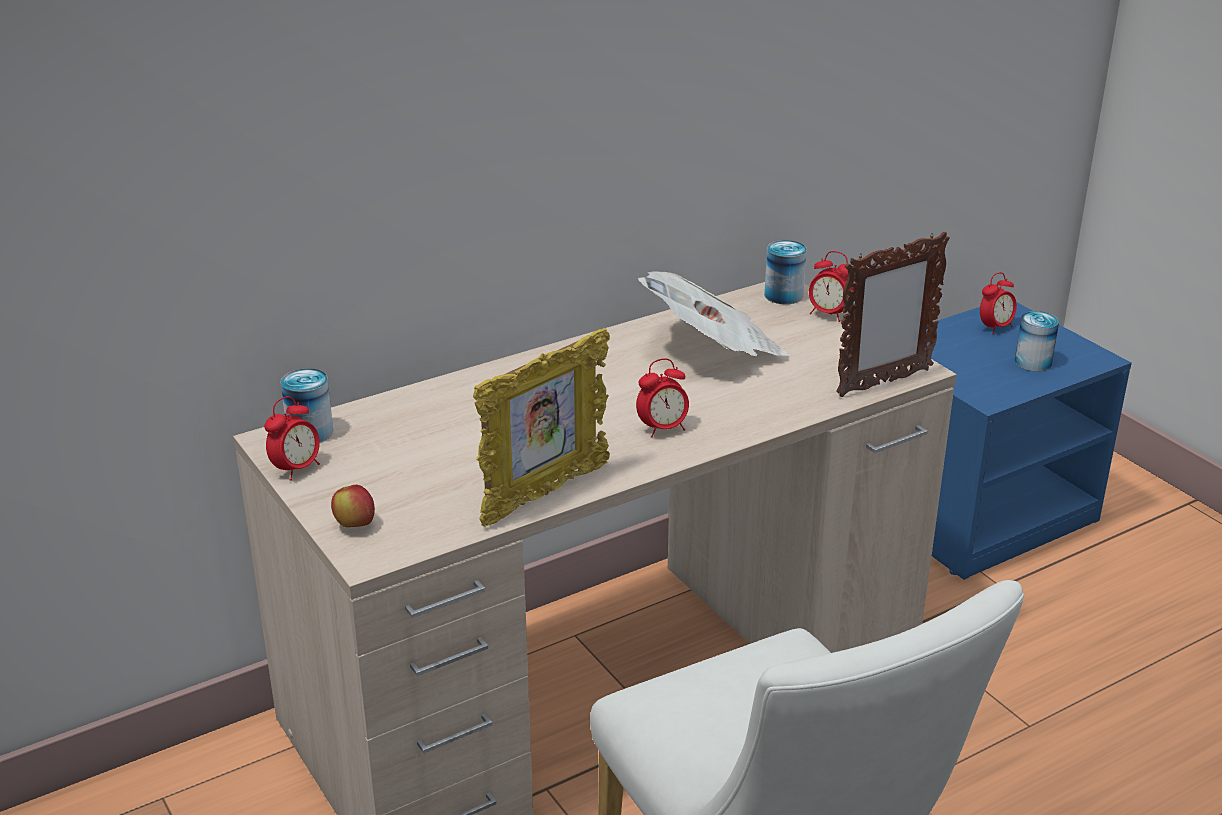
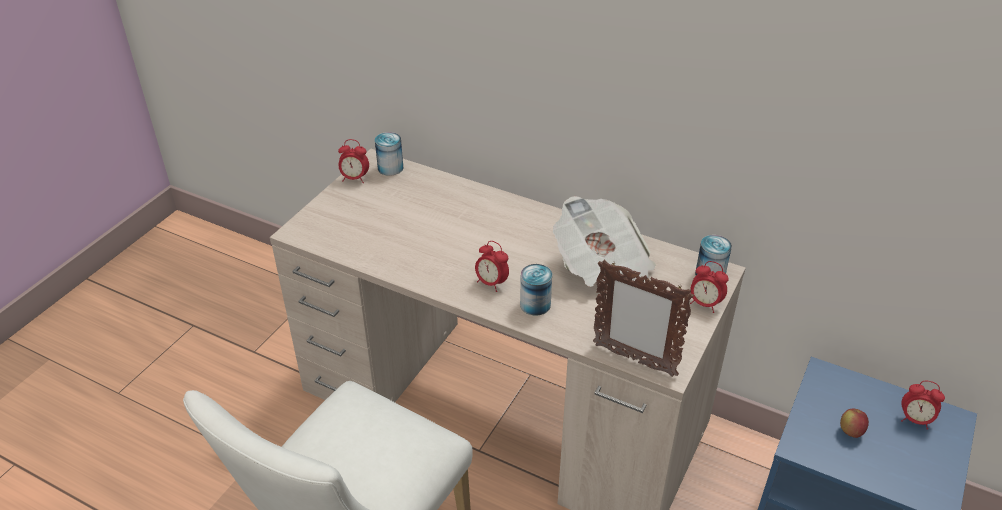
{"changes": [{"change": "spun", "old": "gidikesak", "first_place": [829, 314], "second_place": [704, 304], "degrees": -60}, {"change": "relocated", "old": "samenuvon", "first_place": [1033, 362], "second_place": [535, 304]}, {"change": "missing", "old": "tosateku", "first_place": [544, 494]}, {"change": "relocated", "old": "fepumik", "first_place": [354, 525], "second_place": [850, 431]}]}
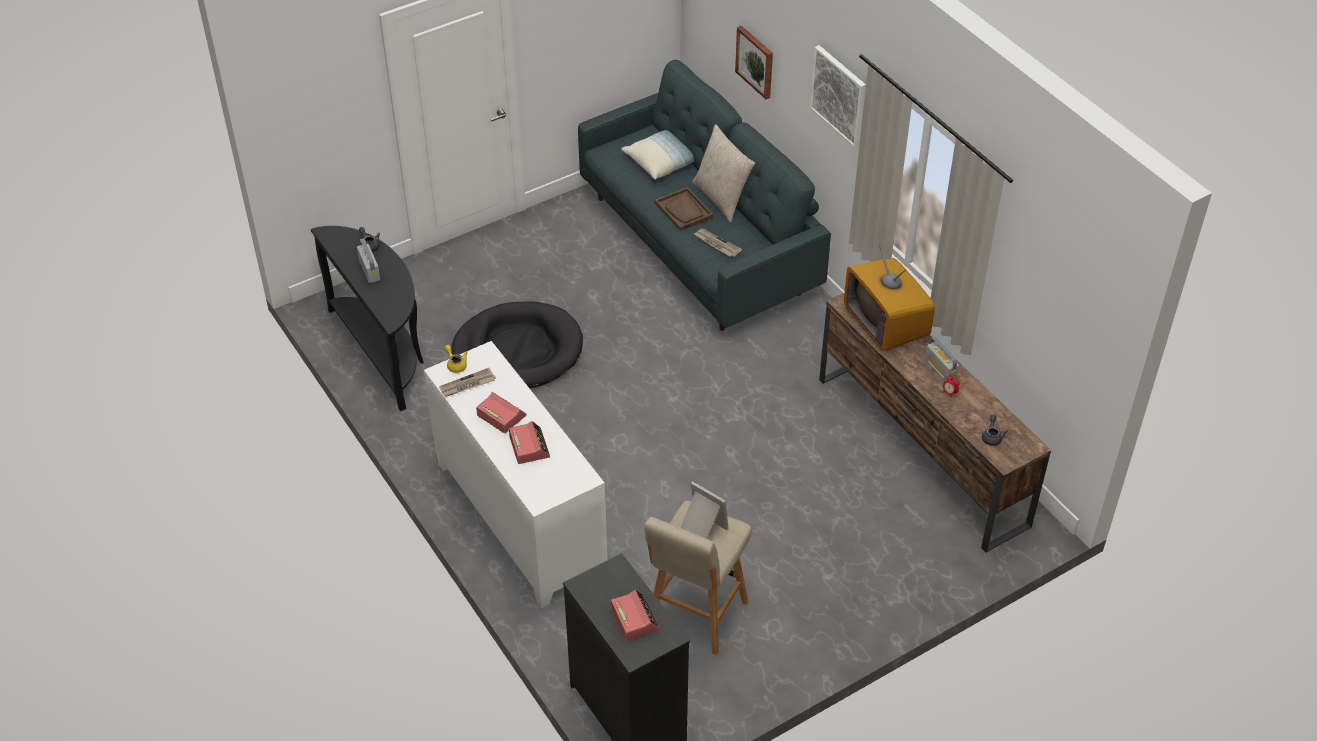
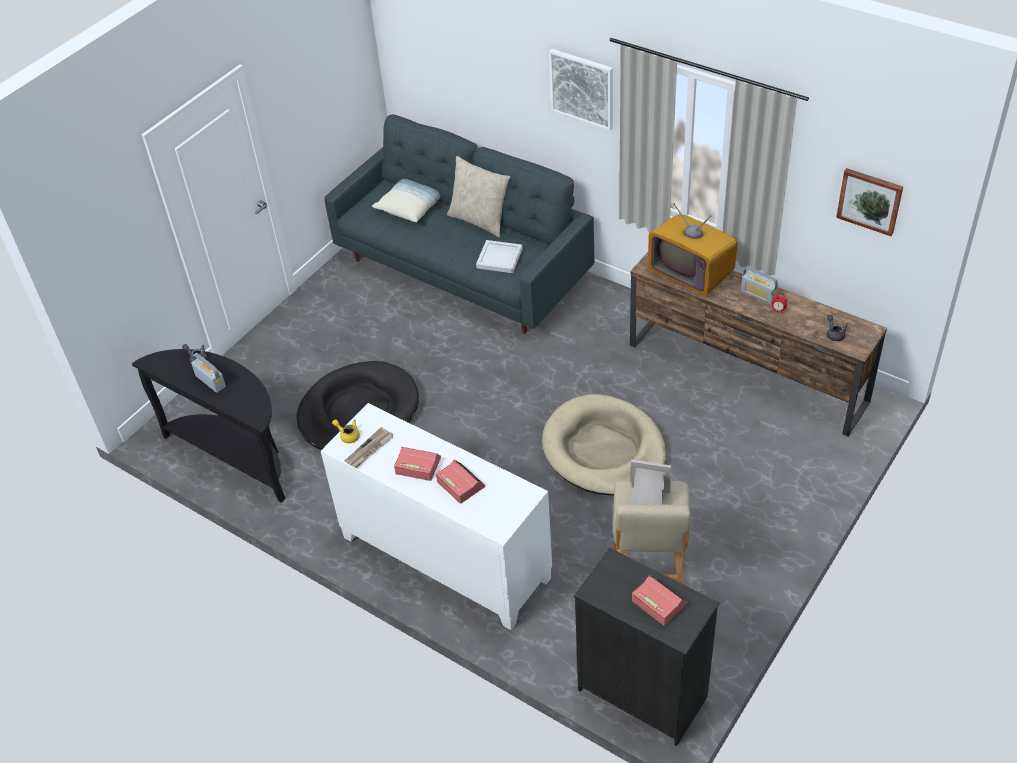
{"changes": [{"change": "relocated", "old": "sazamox", "first_place": [755, 61], "second_place": [870, 200]}, {"change": "missing", "old": "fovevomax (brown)", "first_place": [683, 210]}, {"change": "exchanged", "old": "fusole", "new": "fovevomax (white)", "first_place": [716, 244], "second_place": [498, 258]}, {"change": "appeared", "new": "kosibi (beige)", "second_place": [604, 450]}]}
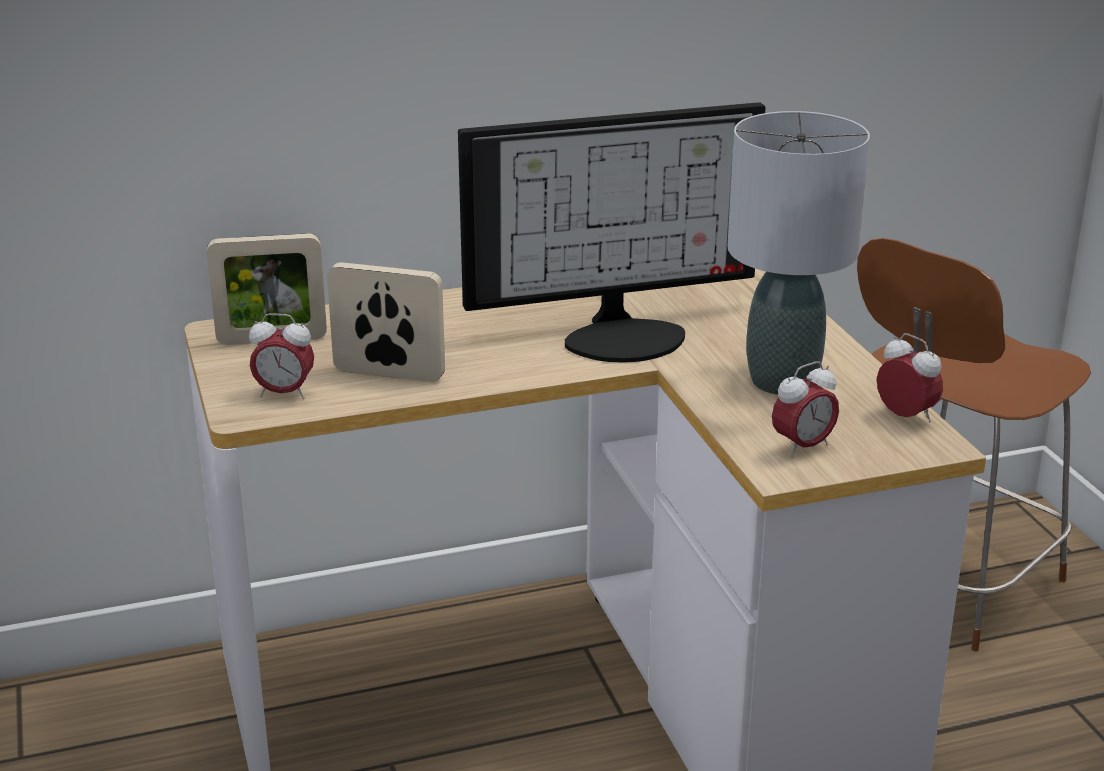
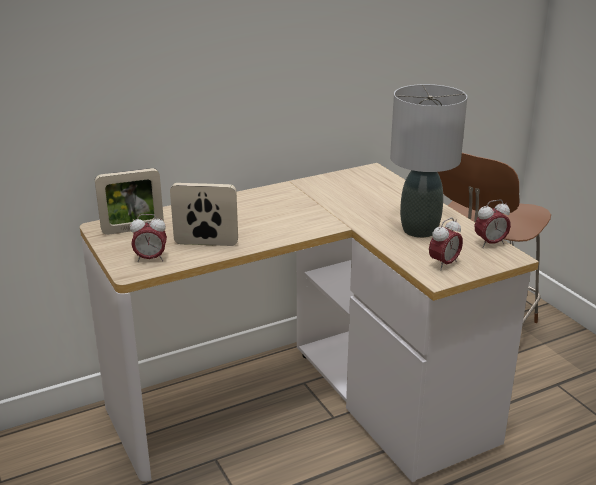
{"changes": [{"change": "missing", "old": "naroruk", "first_place": [623, 335]}, {"change": "spun", "old": "gidikesak", "first_place": [906, 417], "second_place": [490, 244], "degrees": 120}]}
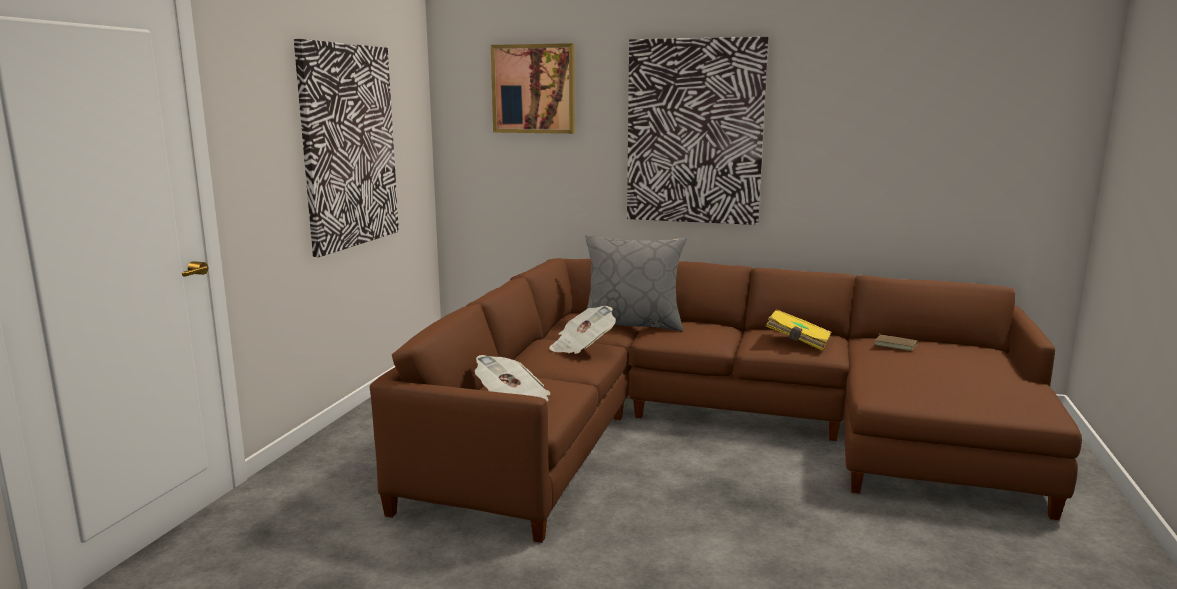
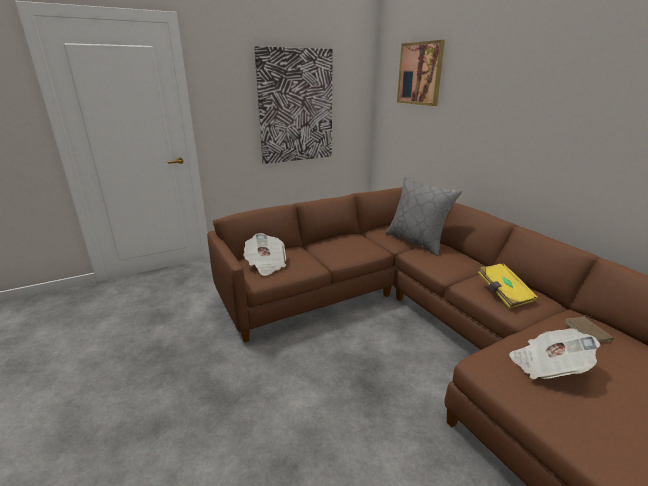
{"changes": [{"change": "missing", "old": "sazamox", "first_place": [694, 132]}, {"change": "relocated", "old": "fusole", "first_place": [582, 347], "second_place": [547, 367]}]}
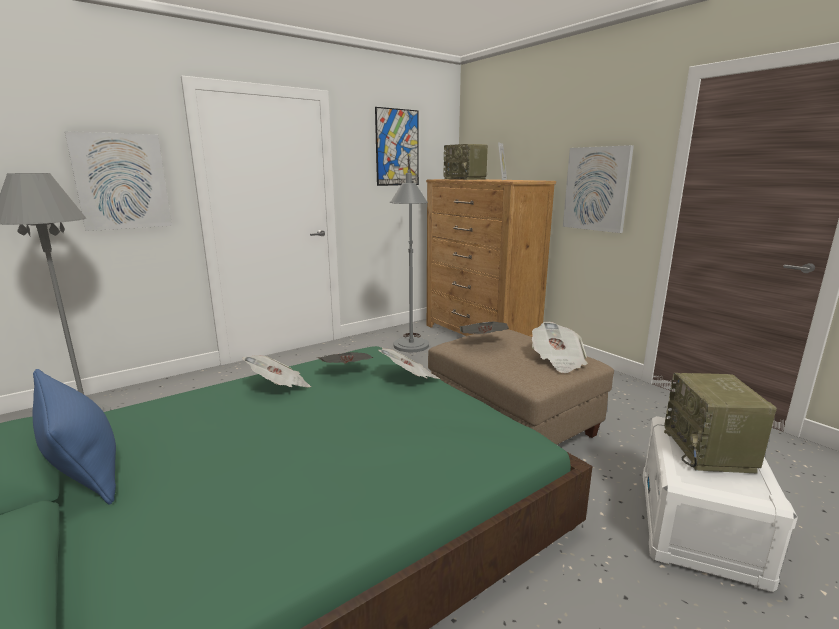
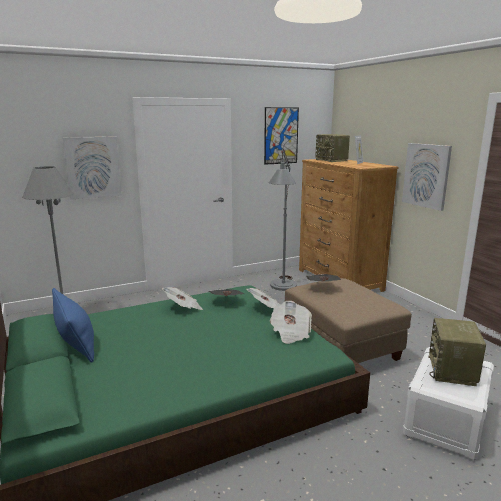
{"changes": [{"change": "relocated", "old": "fusole", "first_place": [557, 361], "second_place": [290, 333]}]}
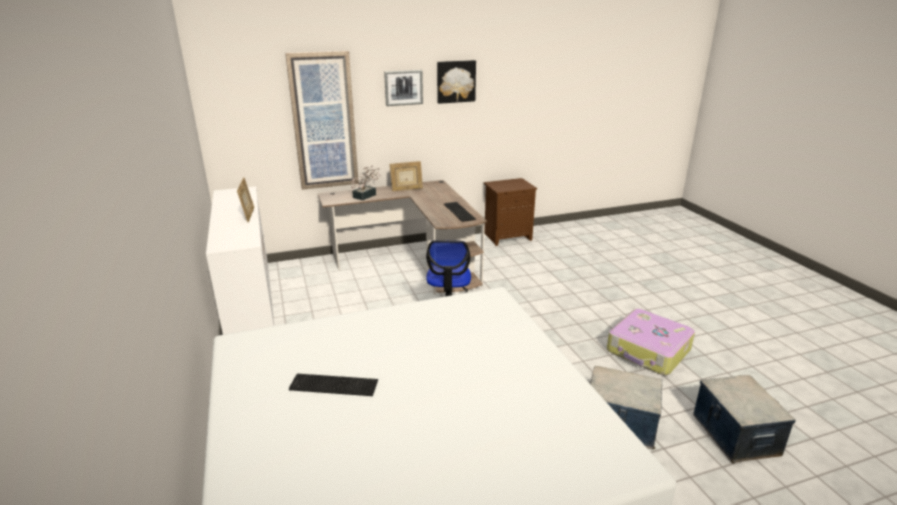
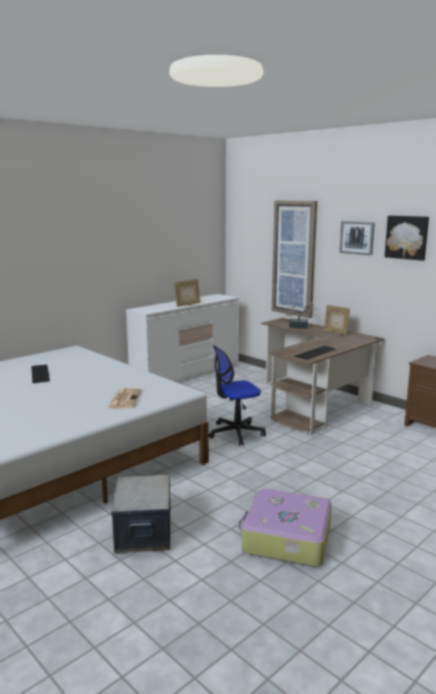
{"changes": [{"change": "missing", "old": "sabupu", "first_place": [734, 435]}, {"change": "appeared", "new": "fusole", "second_place": [124, 399]}]}
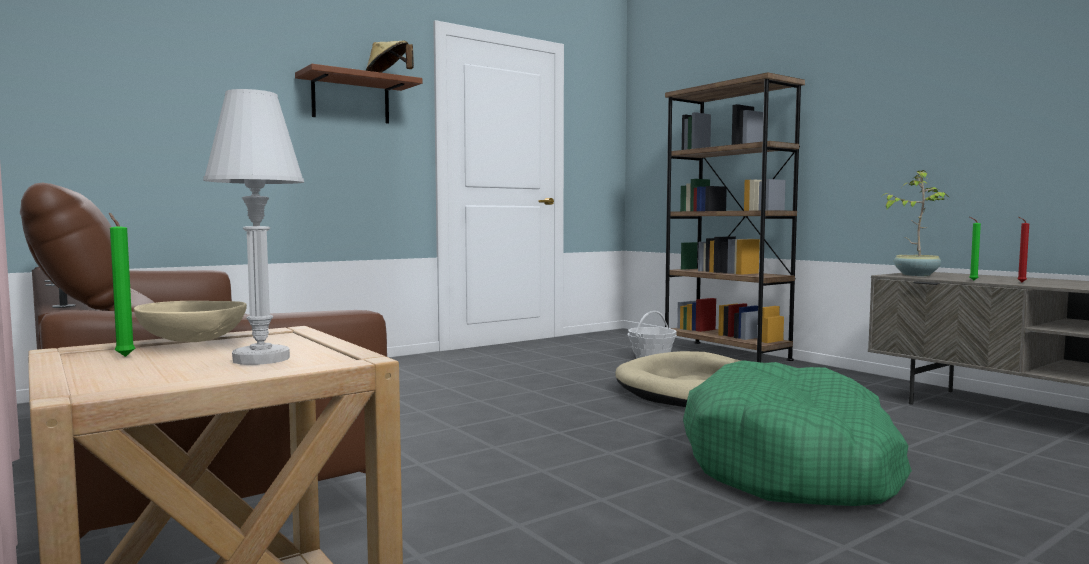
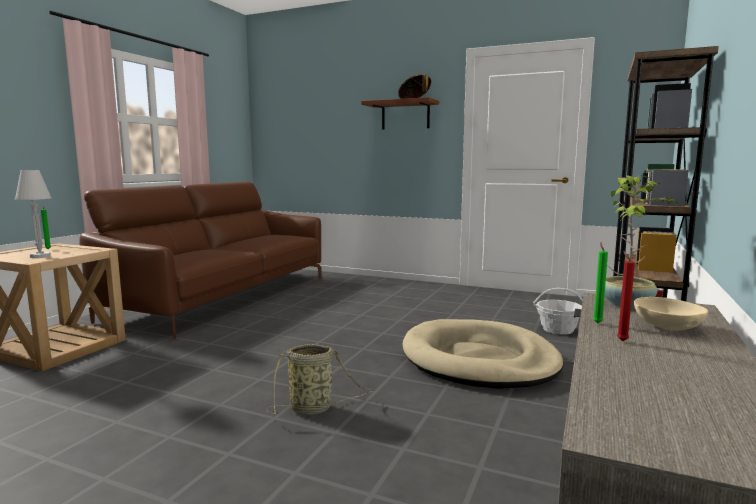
{"changes": [{"change": "relocated", "old": "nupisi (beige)", "first_place": [193, 340], "second_place": [667, 327]}, {"change": "exchanged", "old": "kosibi (green)", "new": "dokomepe", "first_place": [792, 464], "second_place": [314, 408]}]}
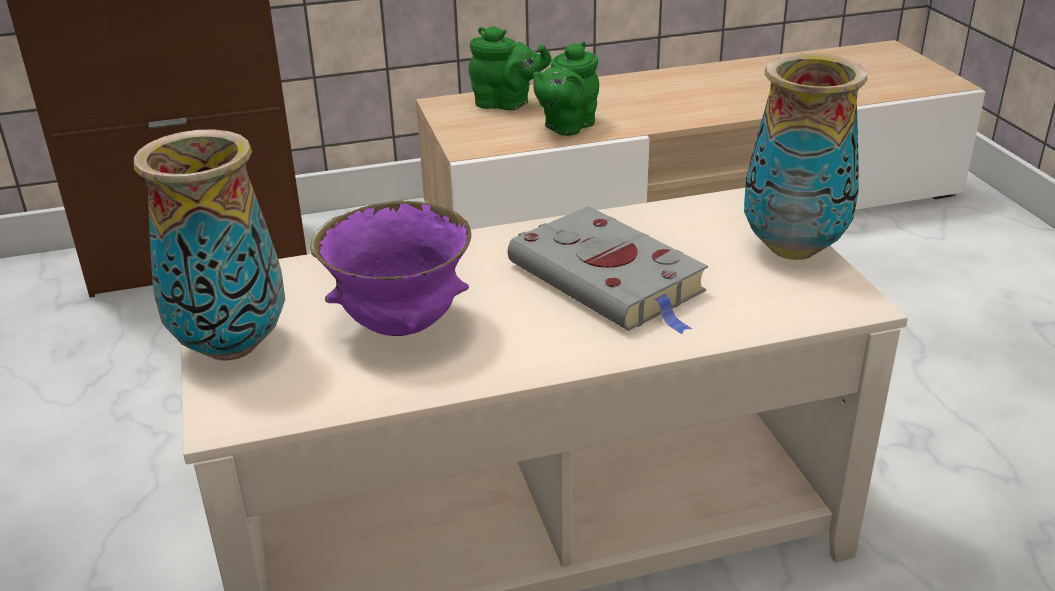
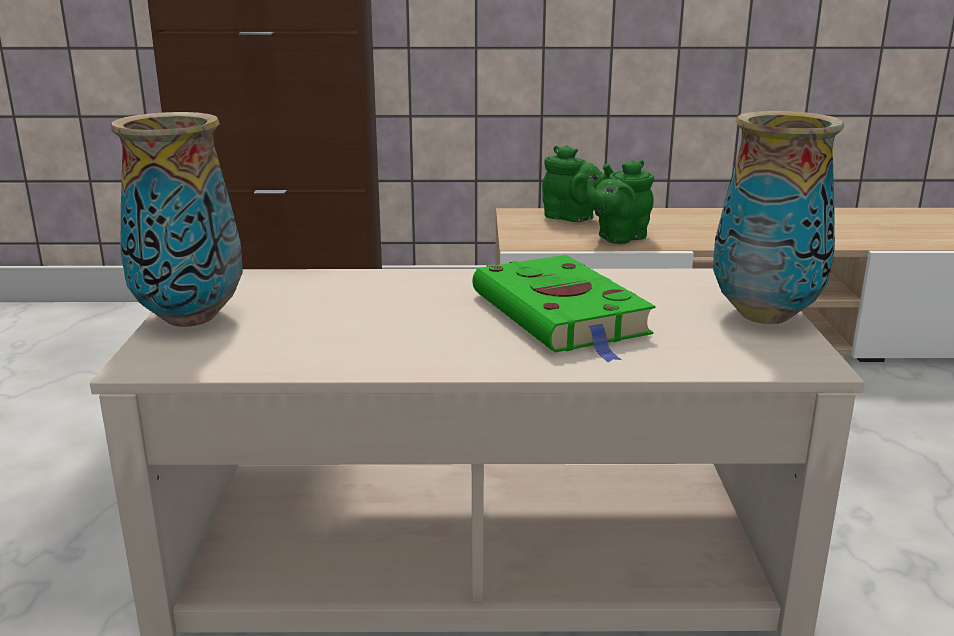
{"changes": [{"change": "missing", "old": "nupisi (purple)", "first_place": [401, 325]}, {"change": "colour", "old": "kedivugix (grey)", "new": "kedivugix (green)", "first_place": [610, 280], "second_place": [562, 316]}]}
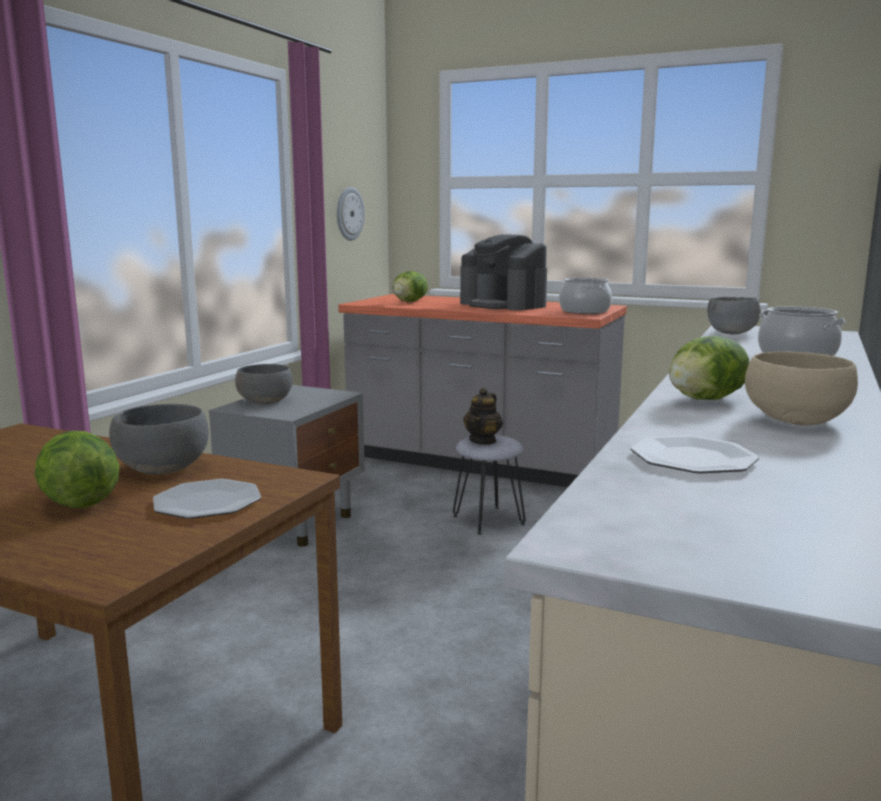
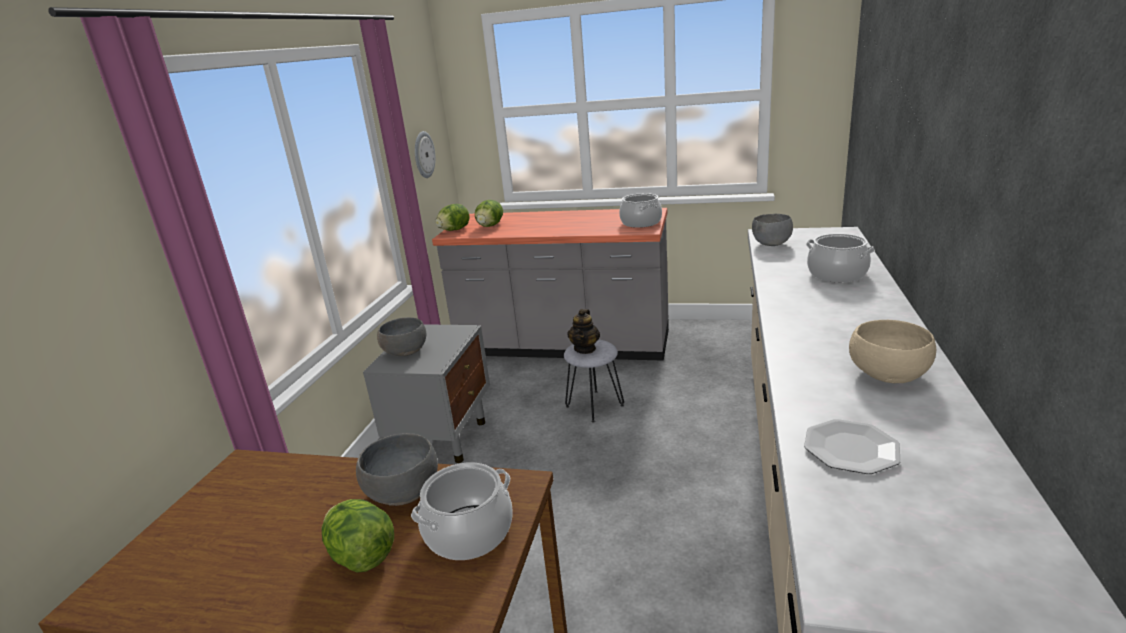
{"changes": [{"change": "missing", "old": "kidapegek", "first_place": [503, 305]}, {"change": "relocated", "old": "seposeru", "first_place": [704, 399], "second_place": [454, 230]}, {"change": "exchanged", "old": "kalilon", "new": "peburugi", "first_place": [207, 502], "second_place": [469, 533]}]}
